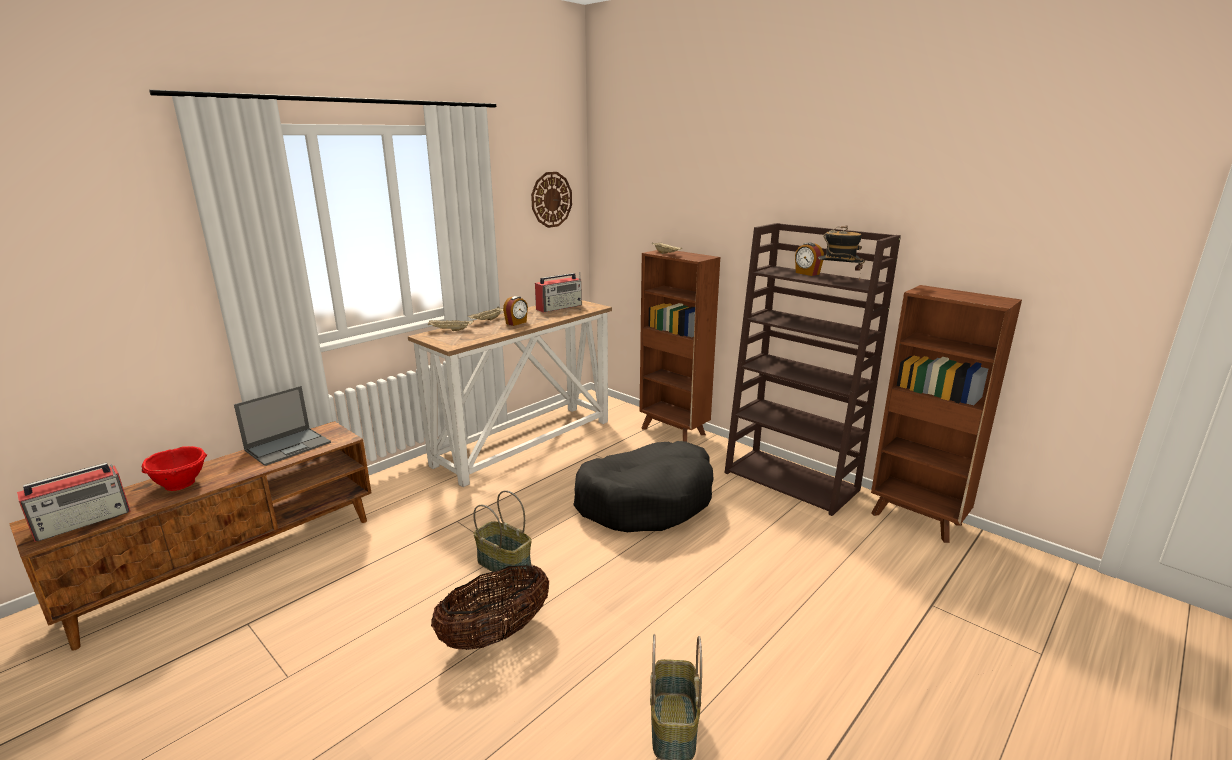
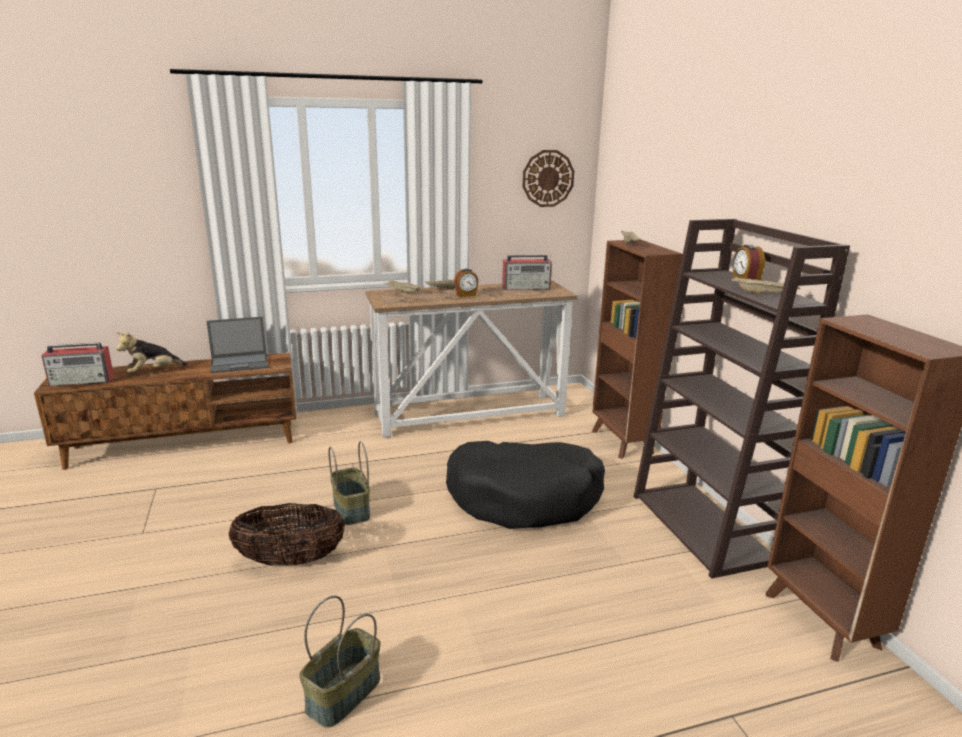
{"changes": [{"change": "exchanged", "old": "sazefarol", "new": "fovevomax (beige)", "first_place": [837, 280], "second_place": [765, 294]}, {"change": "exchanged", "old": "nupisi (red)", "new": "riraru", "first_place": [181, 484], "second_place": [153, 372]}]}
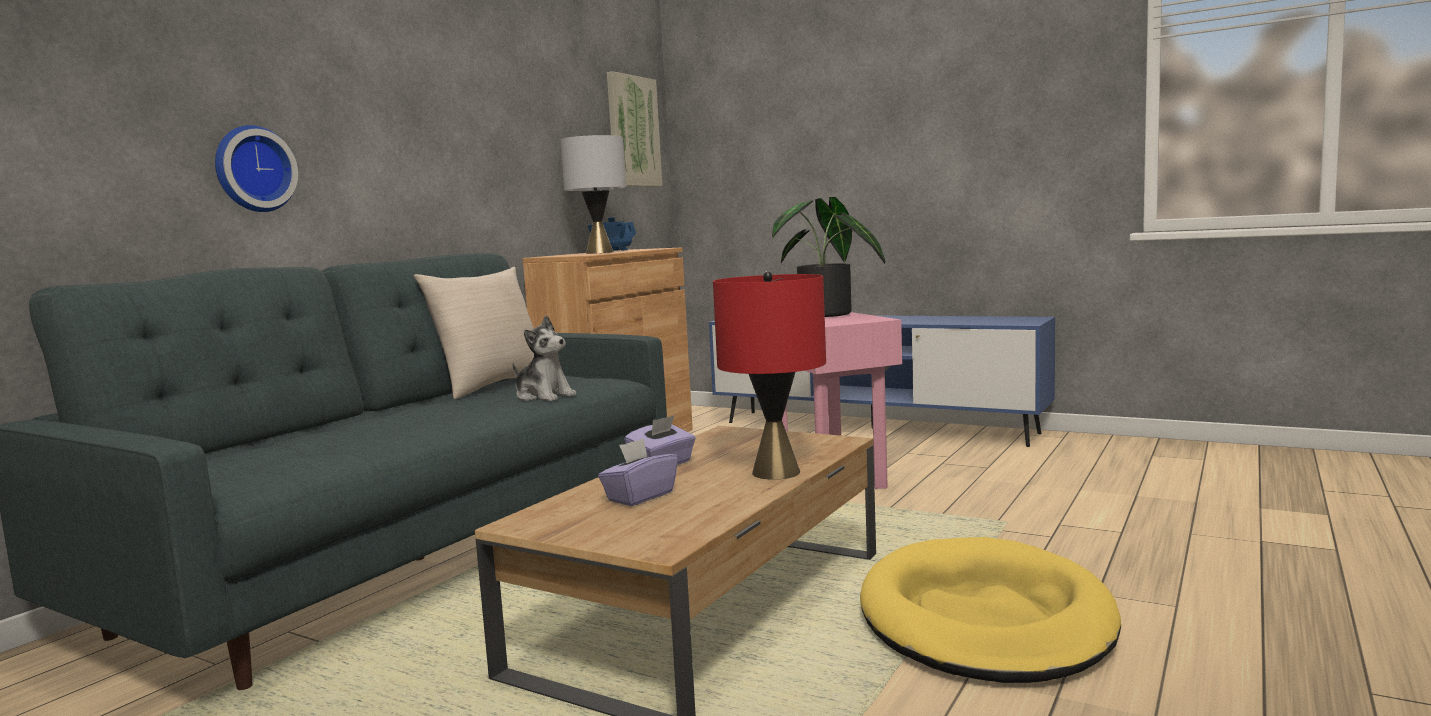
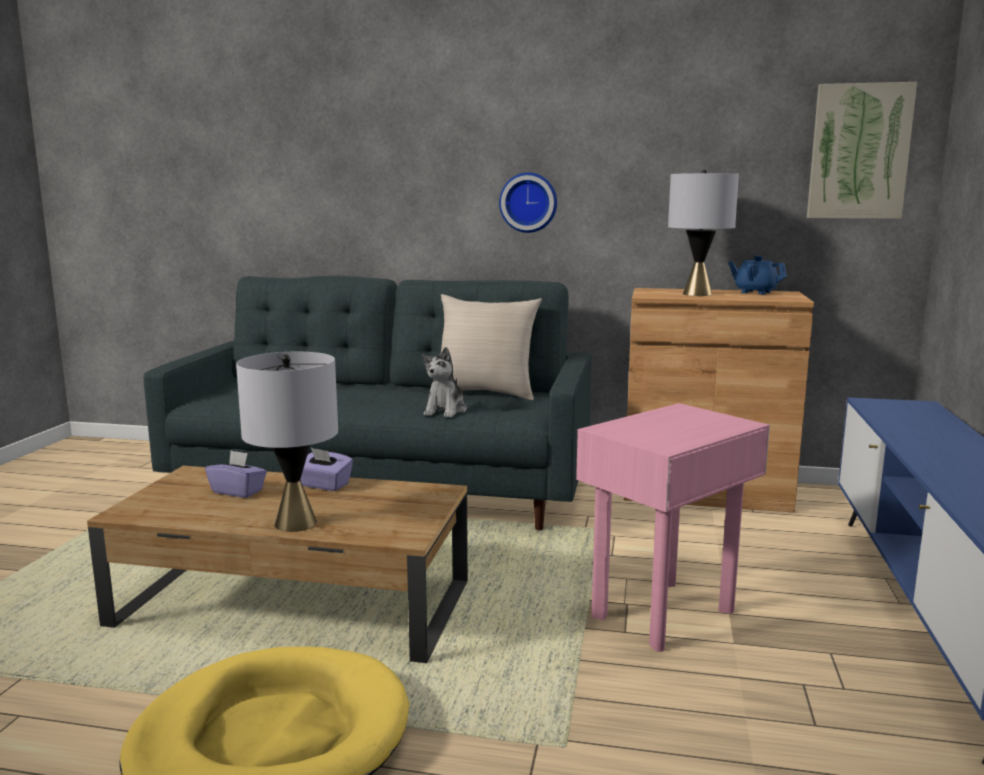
{"changes": [{"change": "relocated", "old": "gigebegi", "first_place": [253, 169], "second_place": [528, 202]}, {"change": "missing", "old": "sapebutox", "first_place": [827, 315]}, {"change": "colour", "old": "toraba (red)", "new": "toraba (grey)", "first_place": [776, 472], "second_place": [296, 523]}]}
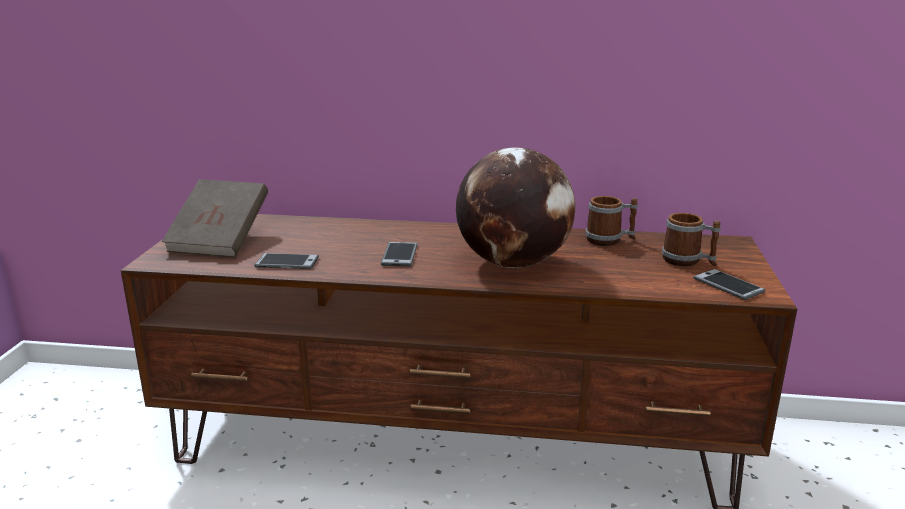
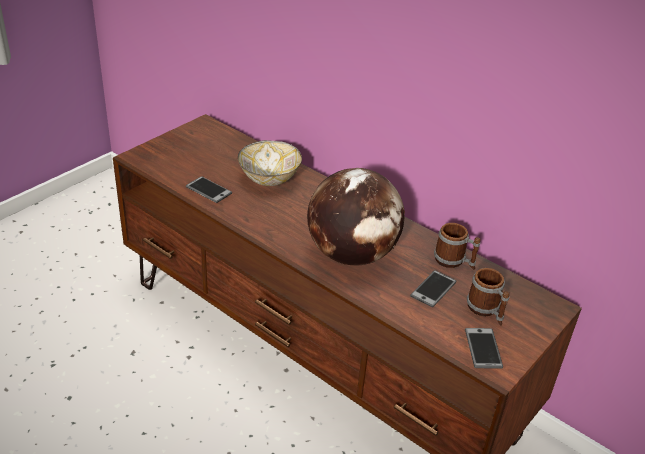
{"changes": [{"change": "missing", "old": "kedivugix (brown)", "first_place": [220, 240]}, {"change": "relocated", "old": "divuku", "first_place": [399, 255], "second_place": [433, 289]}, {"change": "appeared", "new": "nupisi", "second_place": [268, 179]}]}
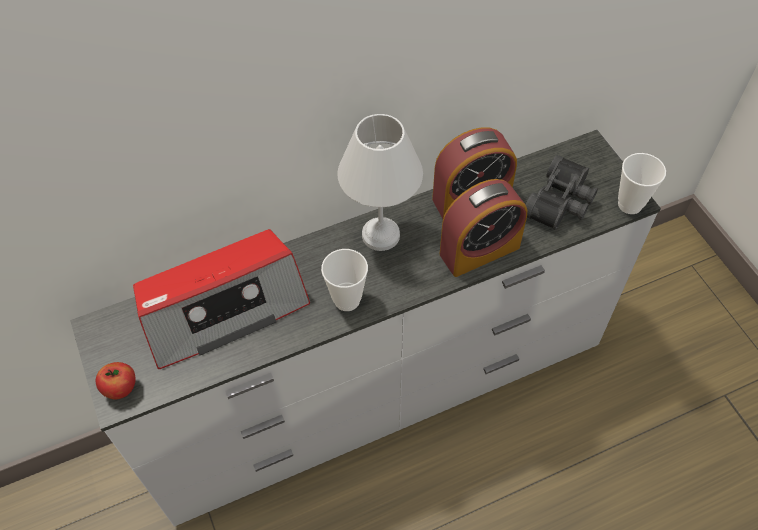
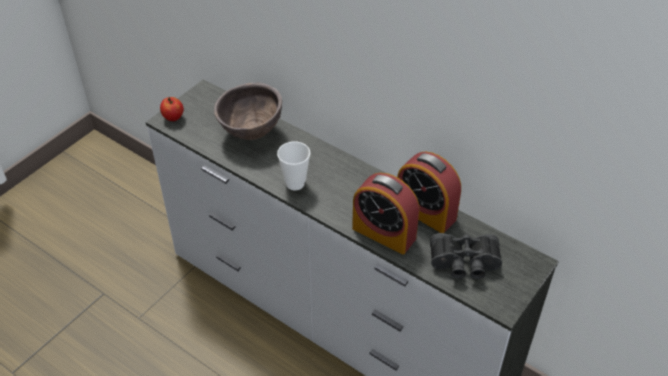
{"changes": [{"change": "missing", "old": "toraba (white)", "first_place": [382, 235]}, {"change": "missing", "old": "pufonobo", "first_place": [630, 204]}, {"change": "exchanged", "old": "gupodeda", "new": "nupisi (brown)", "first_place": [223, 308], "second_place": [251, 133]}]}
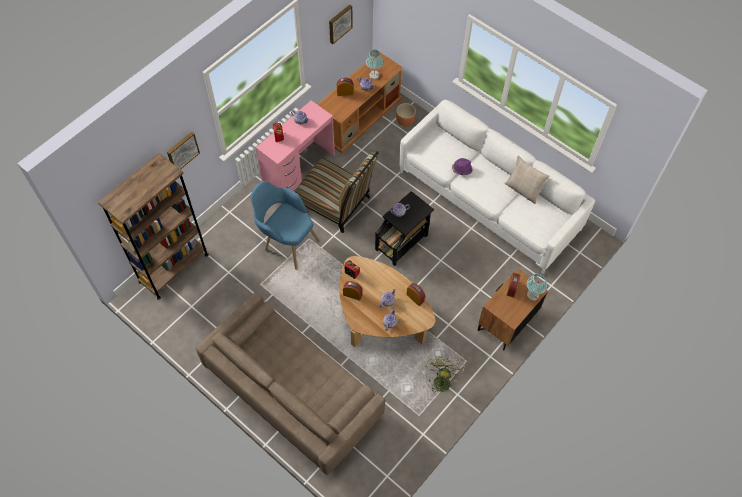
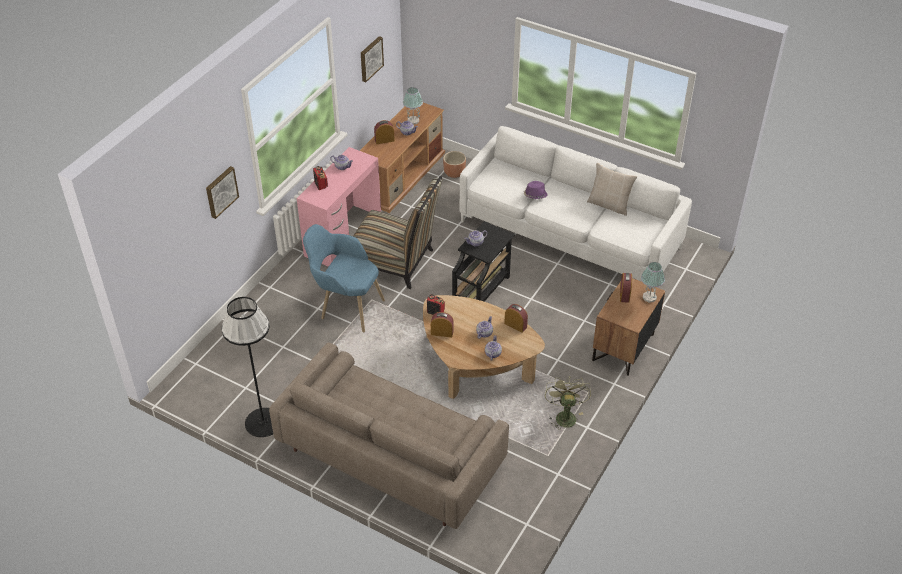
{"changes": [{"change": "missing", "old": "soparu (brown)", "first_place": [174, 268]}, {"change": "appeared", "new": "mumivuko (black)", "second_place": [263, 422]}]}
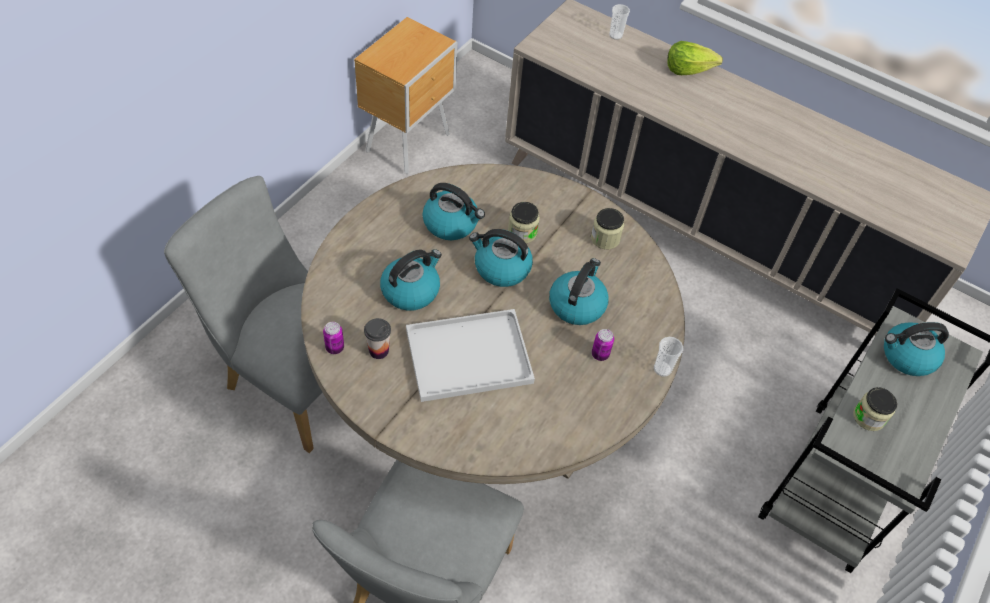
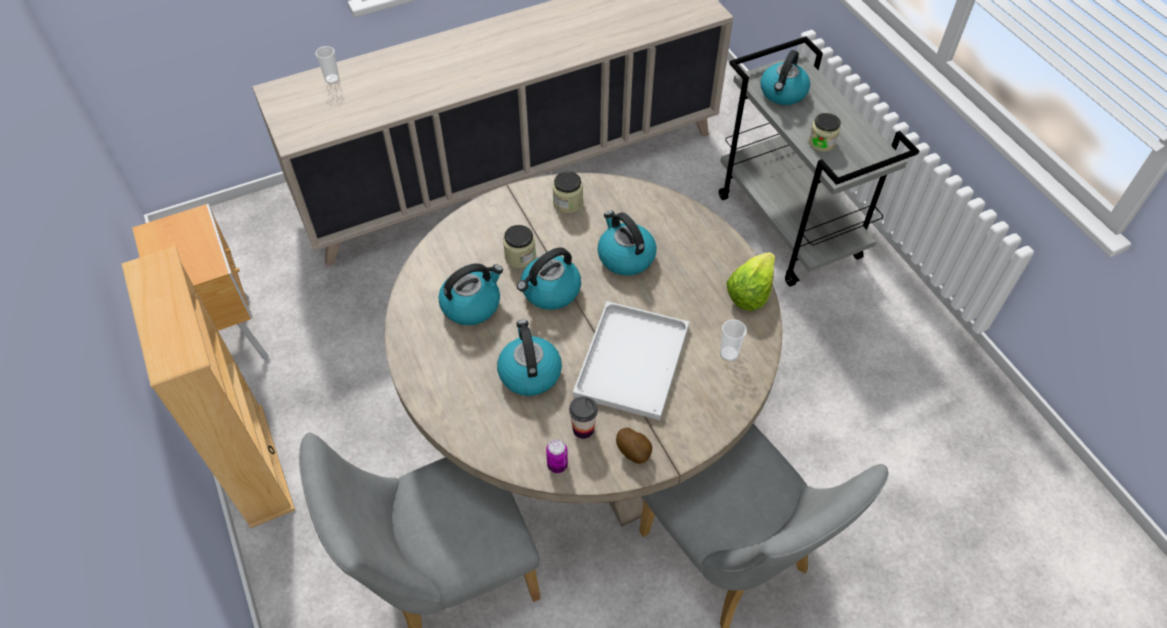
{"changes": [{"change": "relocated", "old": "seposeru", "first_place": [688, 69], "second_place": [750, 291]}, {"change": "missing", "old": "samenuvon", "first_place": [600, 354]}, {"change": "relocated", "old": "pufonobo", "first_place": [662, 369], "second_place": [728, 353]}, {"change": "appeared", "new": "soparu (beige)", "second_place": [256, 465]}, {"change": "appeared", "new": "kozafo", "second_place": [634, 452]}]}
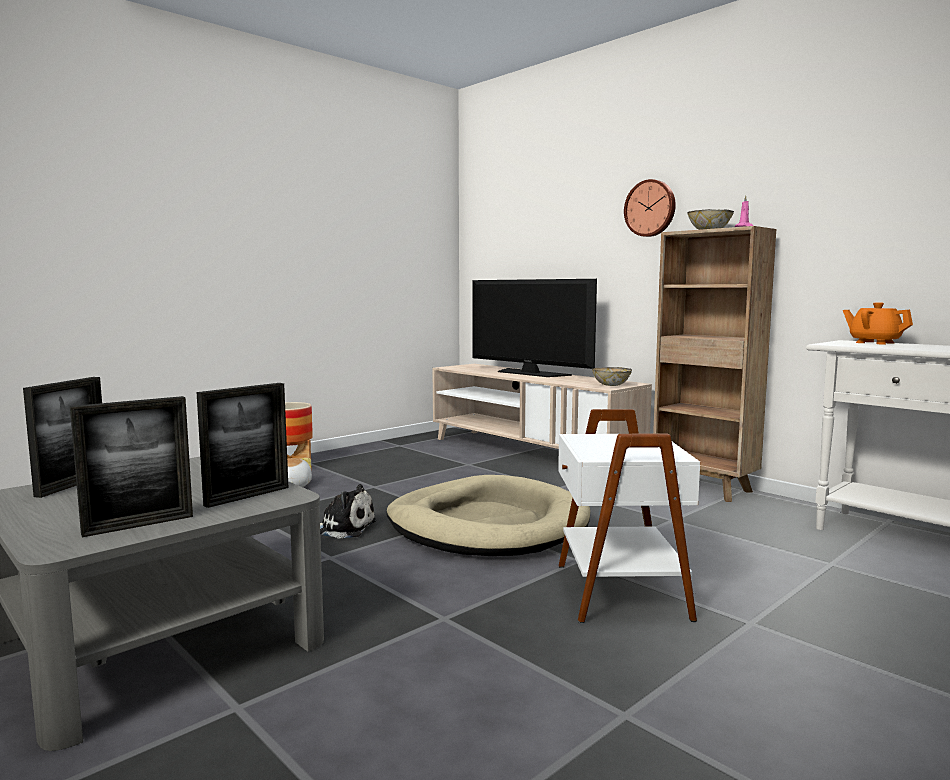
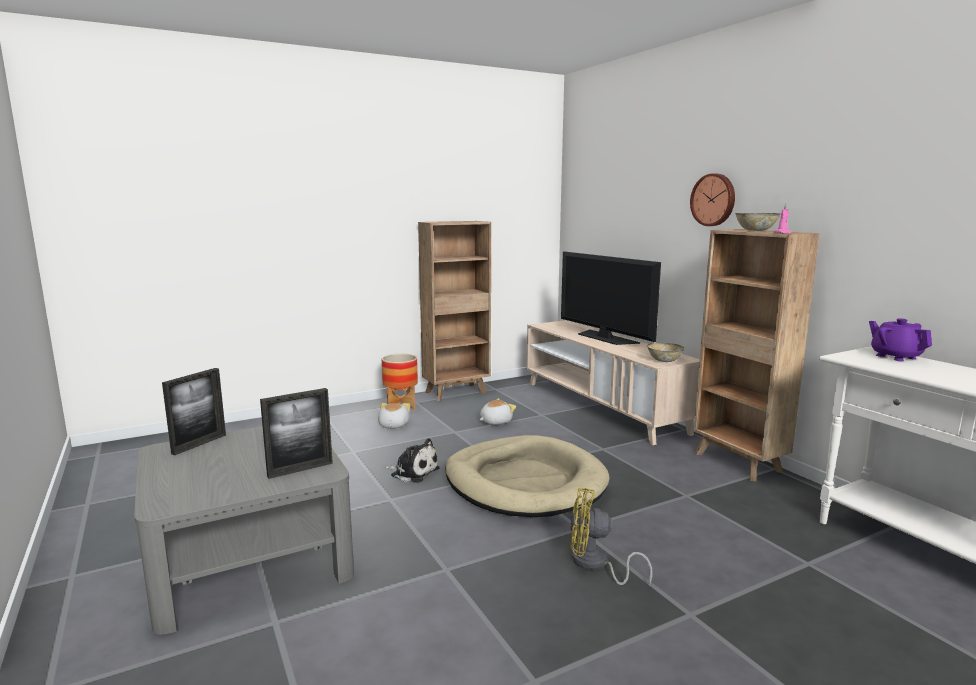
{"changes": [{"change": "colour", "old": "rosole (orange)", "new": "rosole (purple)", "first_place": [874, 343], "second_place": [895, 357]}, {"change": "missing", "old": "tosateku", "first_place": [139, 525]}, {"change": "exchanged", "old": "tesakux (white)", "new": "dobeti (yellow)", "first_place": [617, 591], "second_place": [595, 564]}, {"change": "appeared", "new": "soparu (brown)", "second_place": [457, 392]}, {"change": "appeared", "new": "riraru", "second_place": [495, 422]}]}
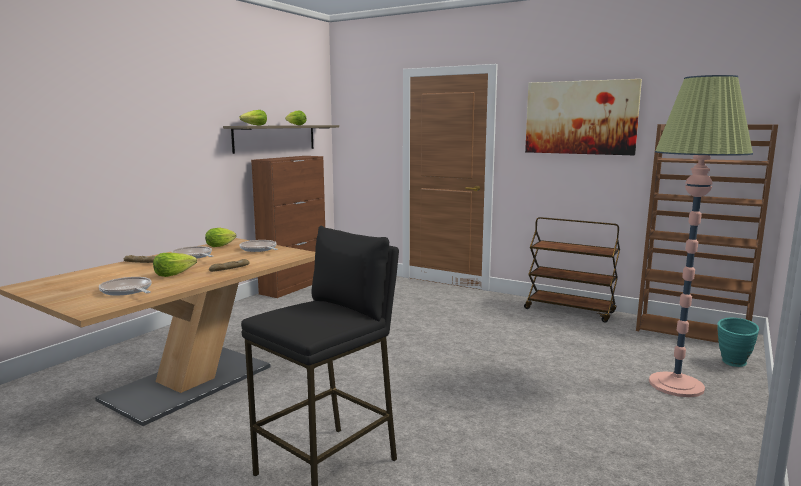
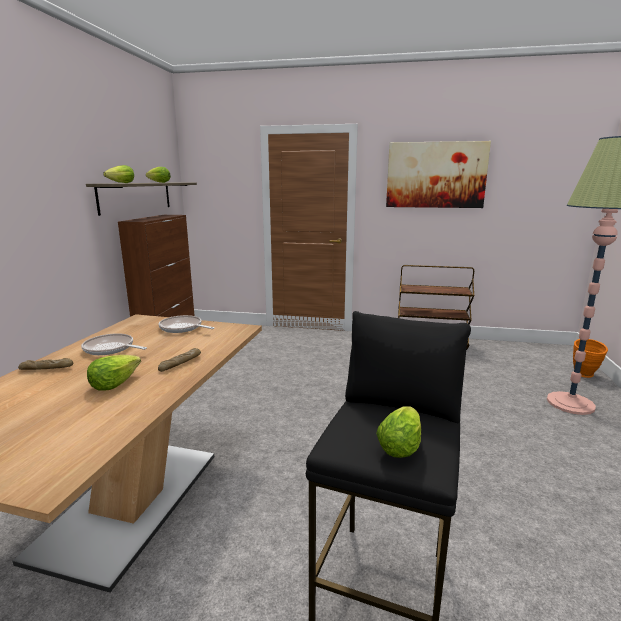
{"changes": [{"change": "missing", "old": "soparu (brown)", "first_place": [692, 331]}, {"change": "relocated", "old": "seposeru", "first_place": [221, 246], "second_place": [401, 445]}, {"change": "missing", "old": "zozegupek", "first_place": [127, 291]}, {"change": "colour", "old": "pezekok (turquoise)", "new": "pezekok (orange)", "first_place": [733, 364], "second_place": [584, 375]}]}
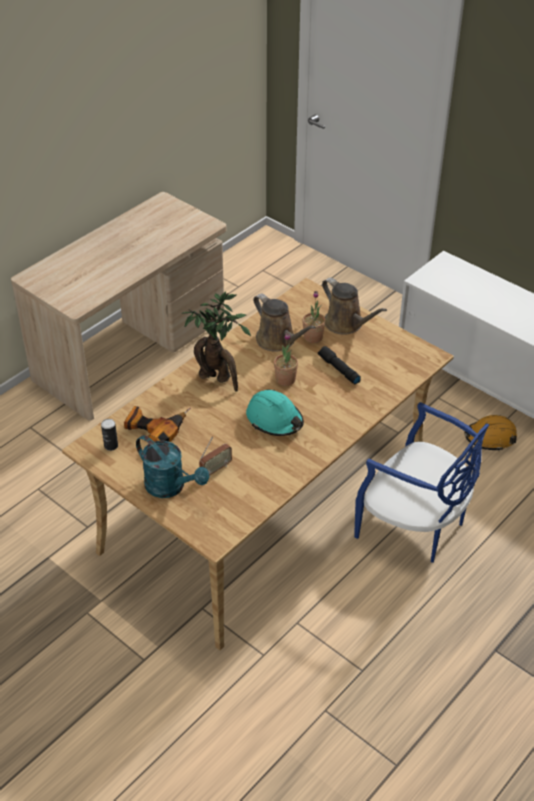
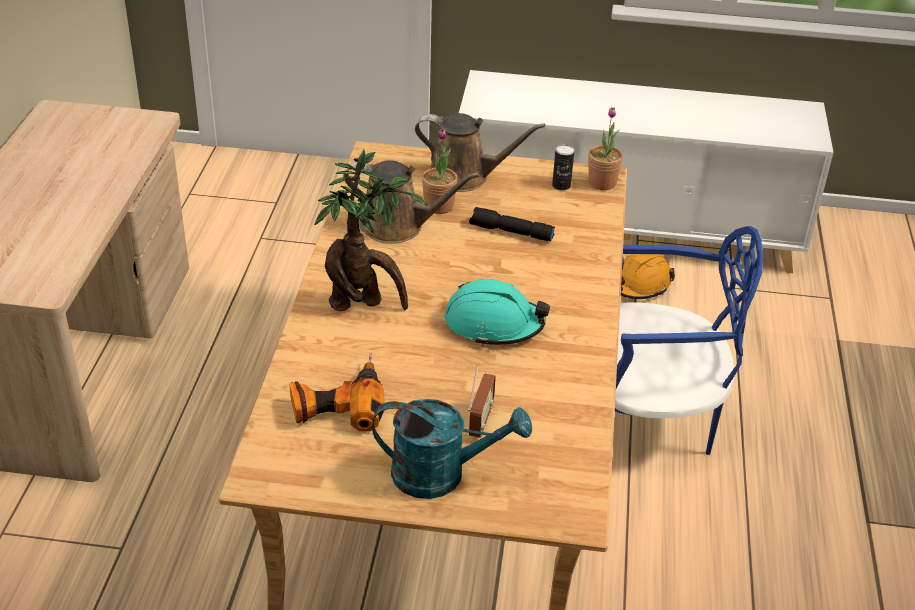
{"changes": [{"change": "relocated", "old": "sapebutox", "first_place": [285, 379], "second_place": [602, 183]}, {"change": "relocated", "old": "samenuvon", "first_place": [111, 446], "second_place": [561, 185]}]}
